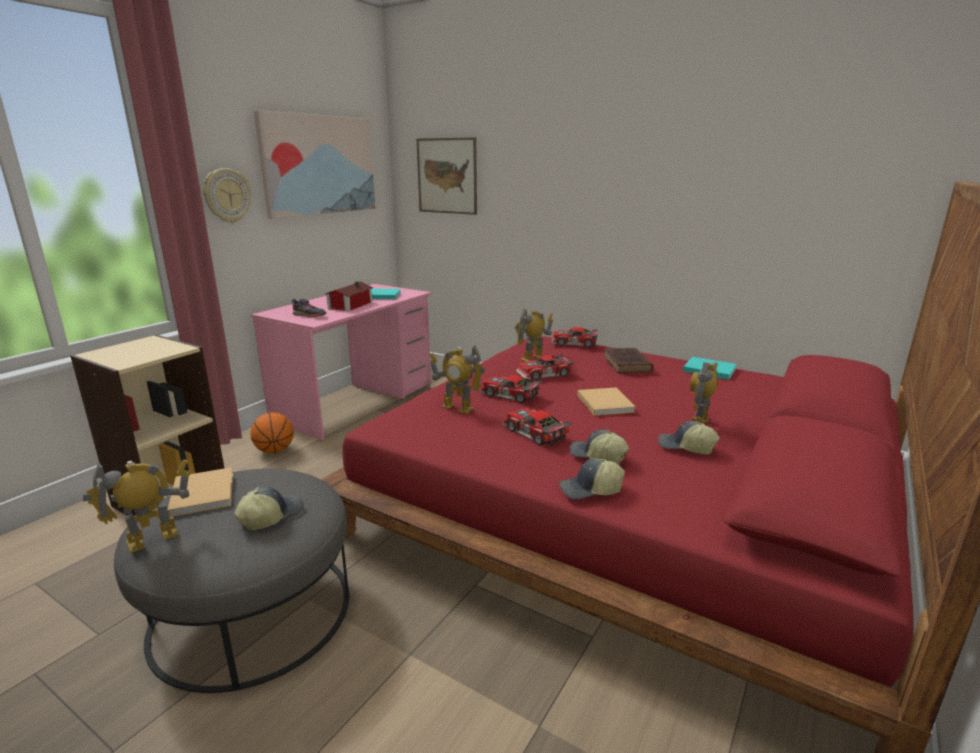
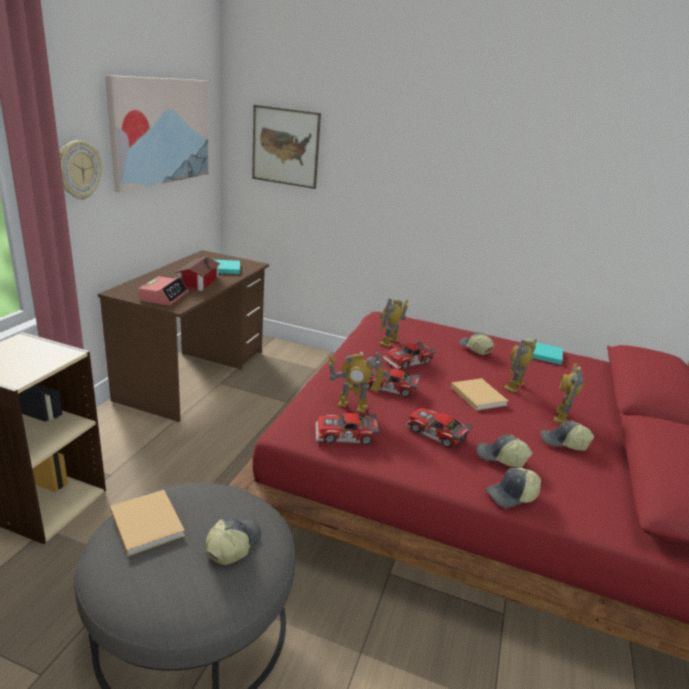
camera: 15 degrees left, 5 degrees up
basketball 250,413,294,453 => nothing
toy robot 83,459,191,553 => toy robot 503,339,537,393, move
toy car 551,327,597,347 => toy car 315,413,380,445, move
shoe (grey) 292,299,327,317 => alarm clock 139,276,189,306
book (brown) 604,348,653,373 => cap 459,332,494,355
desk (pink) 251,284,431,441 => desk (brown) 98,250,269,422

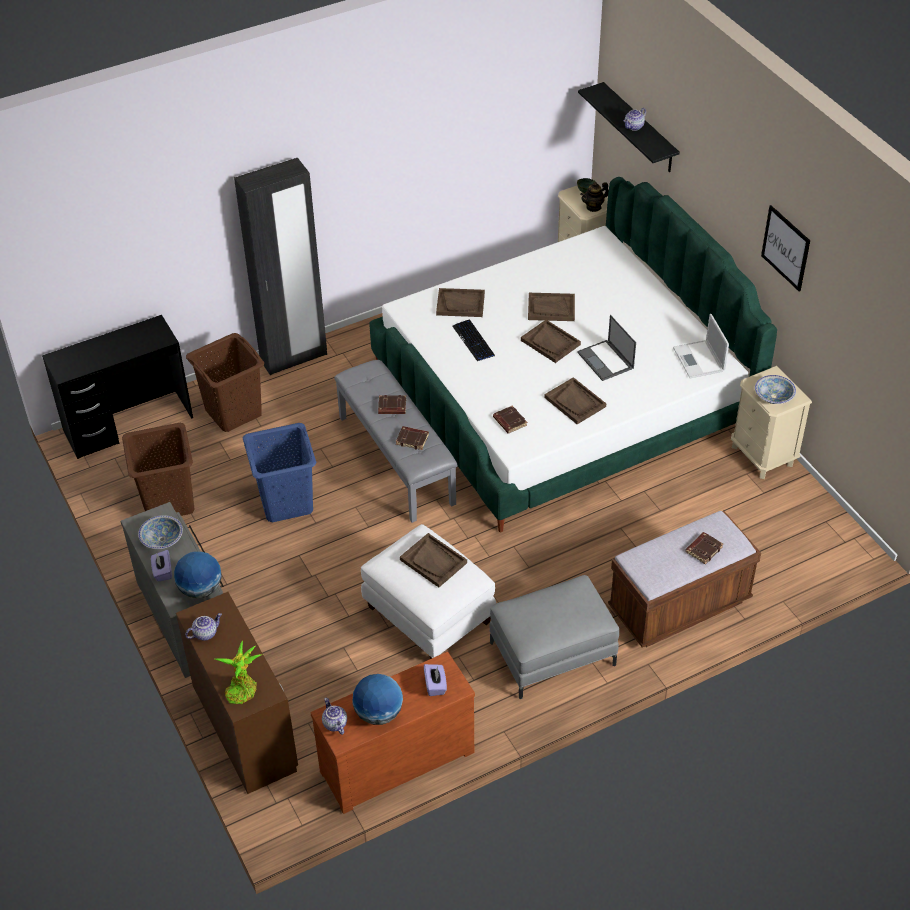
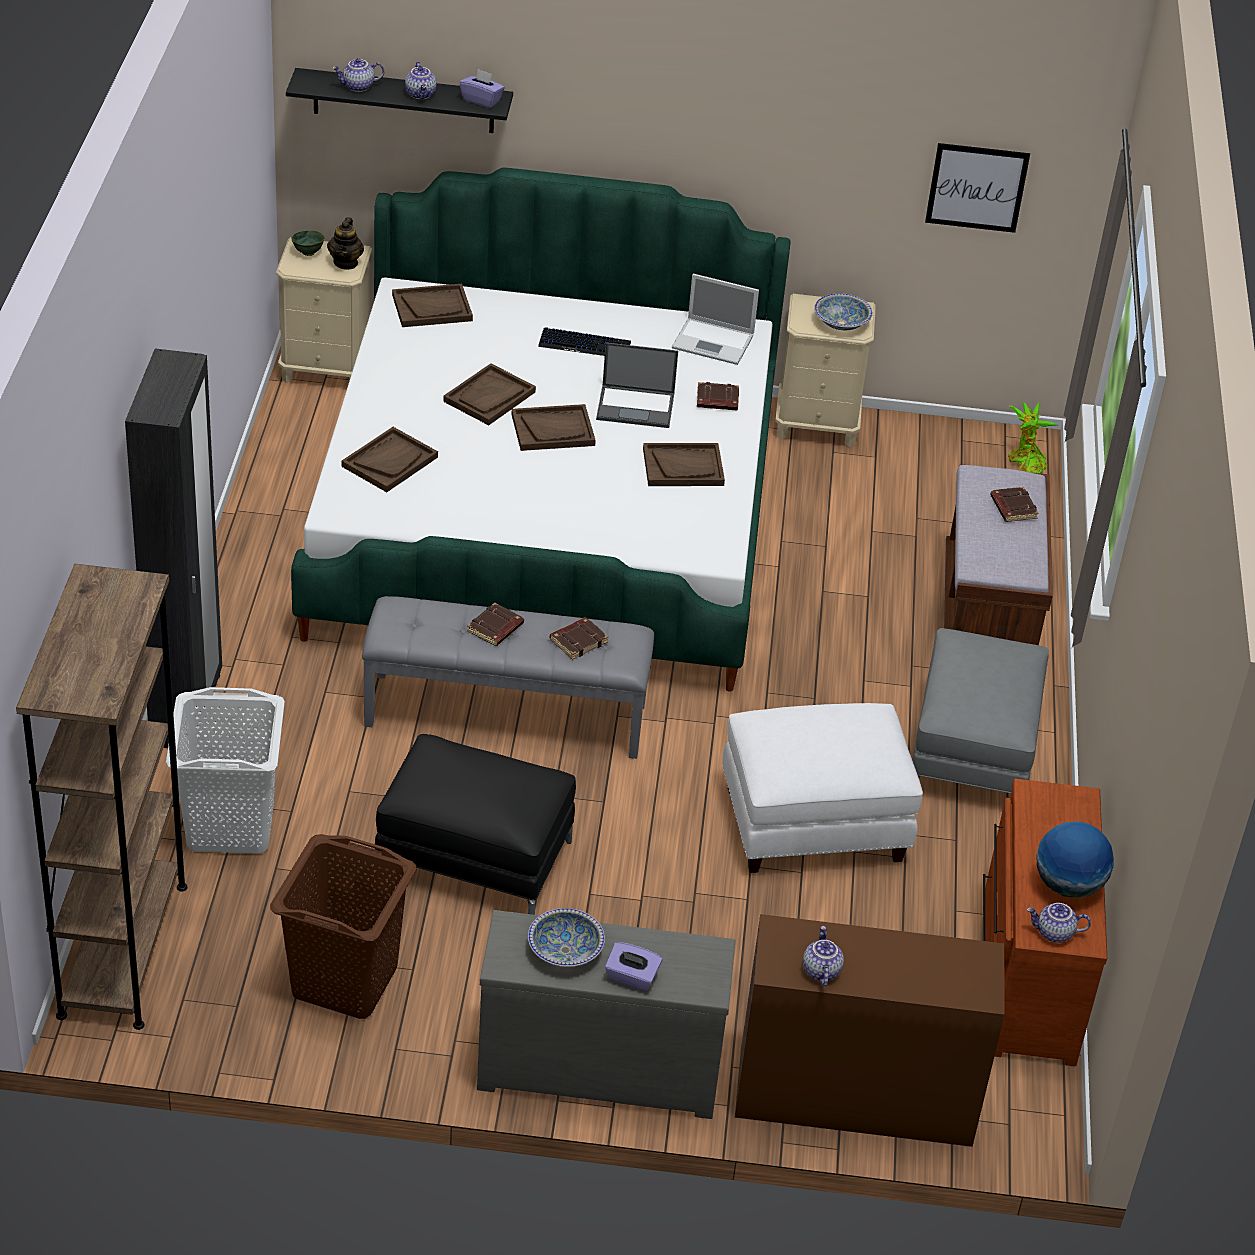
camera: 60 degrees left, 5 degrees down
globe 174,551,222,598 => nothing
nothing => teapot 332,58,384,92
potted plant 215,641,262,704 => potted plant 1008,402,1058,473, move
tray (brown) 400,533,467,587 => tray (brown) 392,284,473,327, move
tissue box (purple) 424,664,447,696 => tissue box (purple) 460,69,505,108, move
keyboard 452,319,495,361 => keyboard 538,327,631,356, move
book (brown) 493,406,527,434 => book (brown) 697,382,739,410, move
picture 761,205,810,292 => picture 925,143,1030,233, move
desk (black) 42,315,193,459 => bookcase (brown) 16,564,187,1030
laundry basket (blue) 243,423,316,523 => ottoman (black) 375,734,576,915
laundry basket (brown) 186,333,264,432 => laundry basket (white) 166,687,285,854

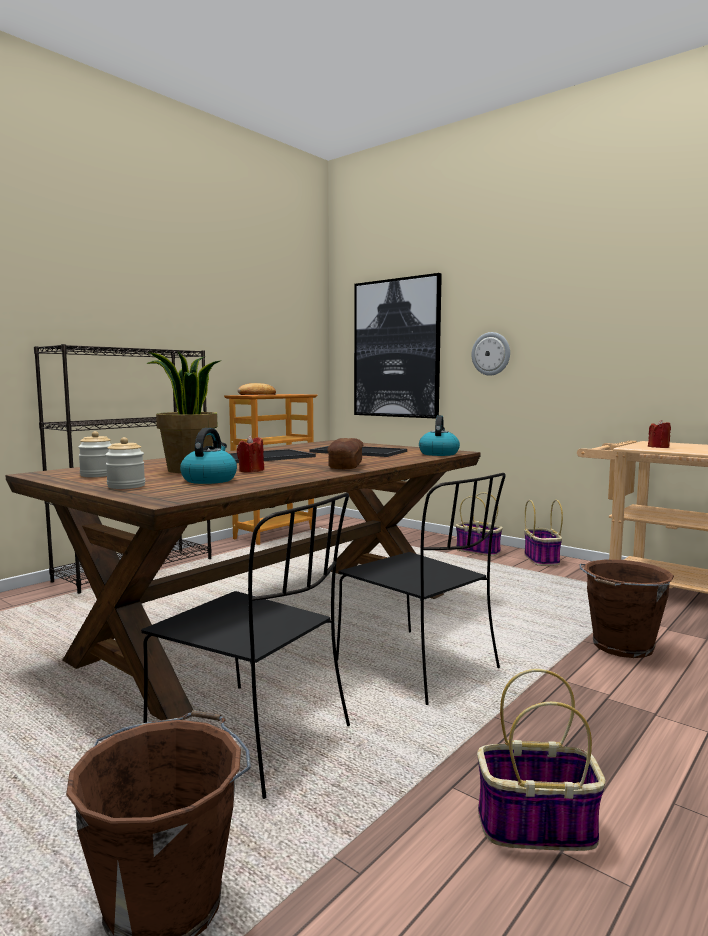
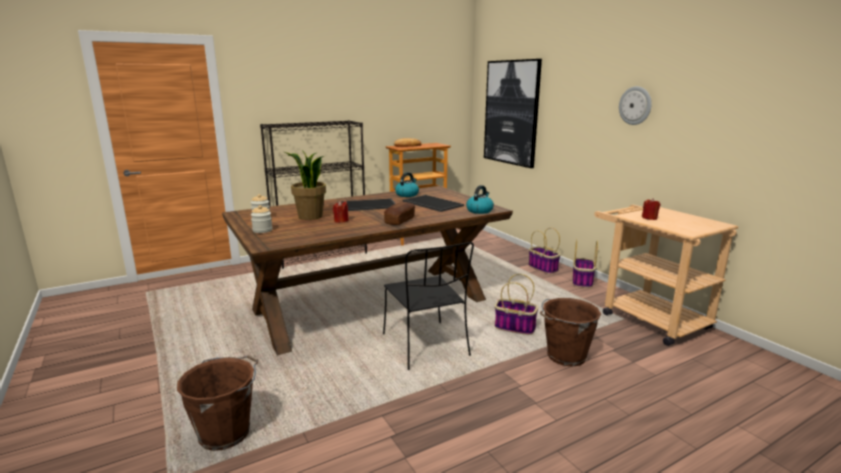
camera: 20 degrees right, 10 degrees up
chair (black) 141,493,350,799 => nothing
kettle 180,428,237,484 => kettle 395,172,419,197, move
wall clock 472,332,510,376 => wall clock 619,86,652,125, move
basket 477,669,606,851 => basket 495,274,538,335, move

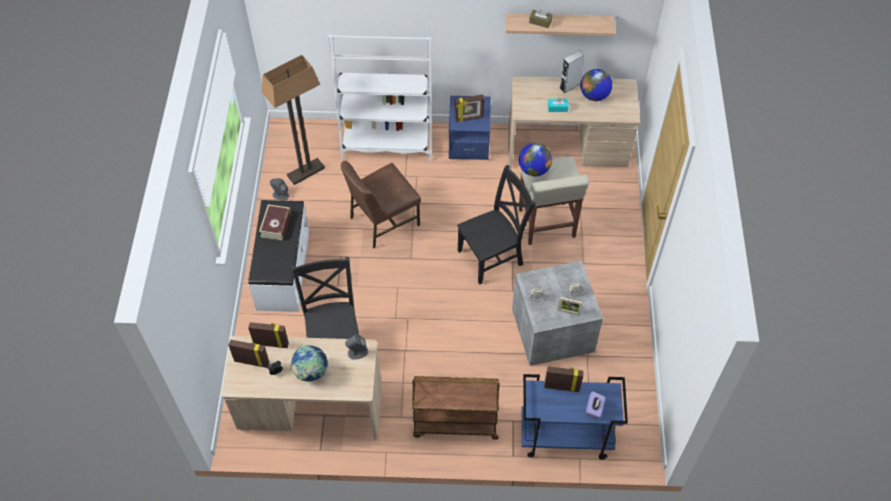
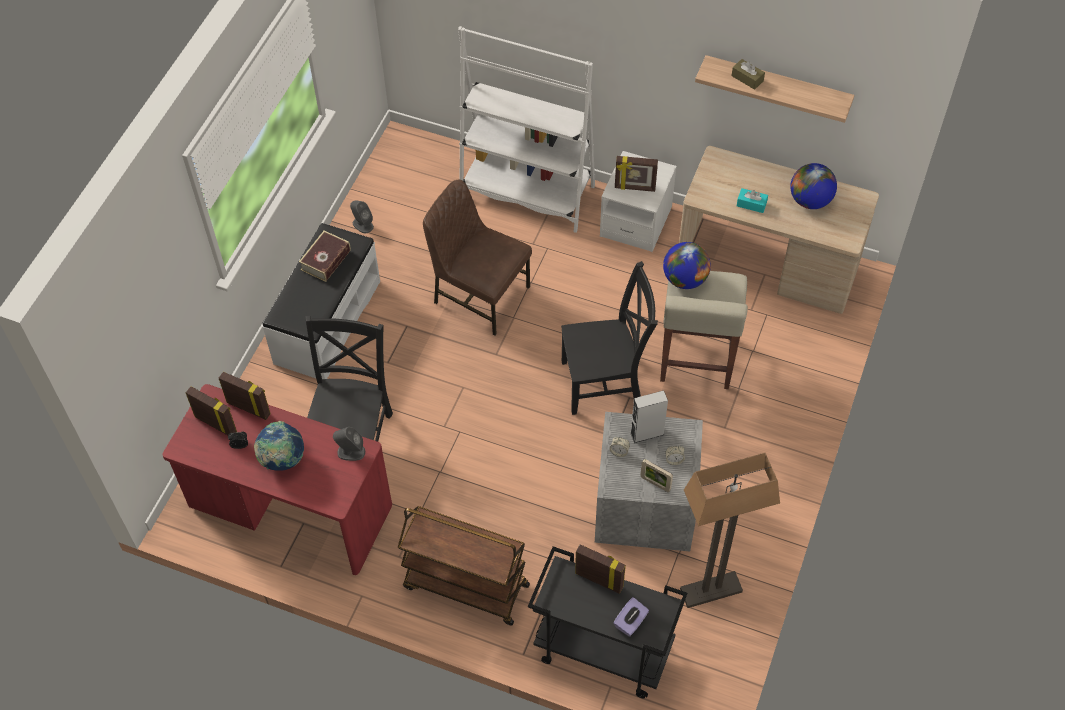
camera: 20 degrees right, 0 degrees up
floor lamp 262,55,325,185 => floor lamp 680,453,780,608, move
speaker (grey) 559,51,584,93 => speaker (grey) 630,390,668,443, move
desk (beige) 221,336,382,440 => desk (red) 162,384,392,575
nightstand (blue) 449,96,491,160 => nightstand (white) 600,151,677,252
cart (blue) 522,374,628,460 => cart (black) 528,546,687,699
chair (brown) 341,161,421,248 => chair (brown) 423,180,532,335, 45 degrees clockwise

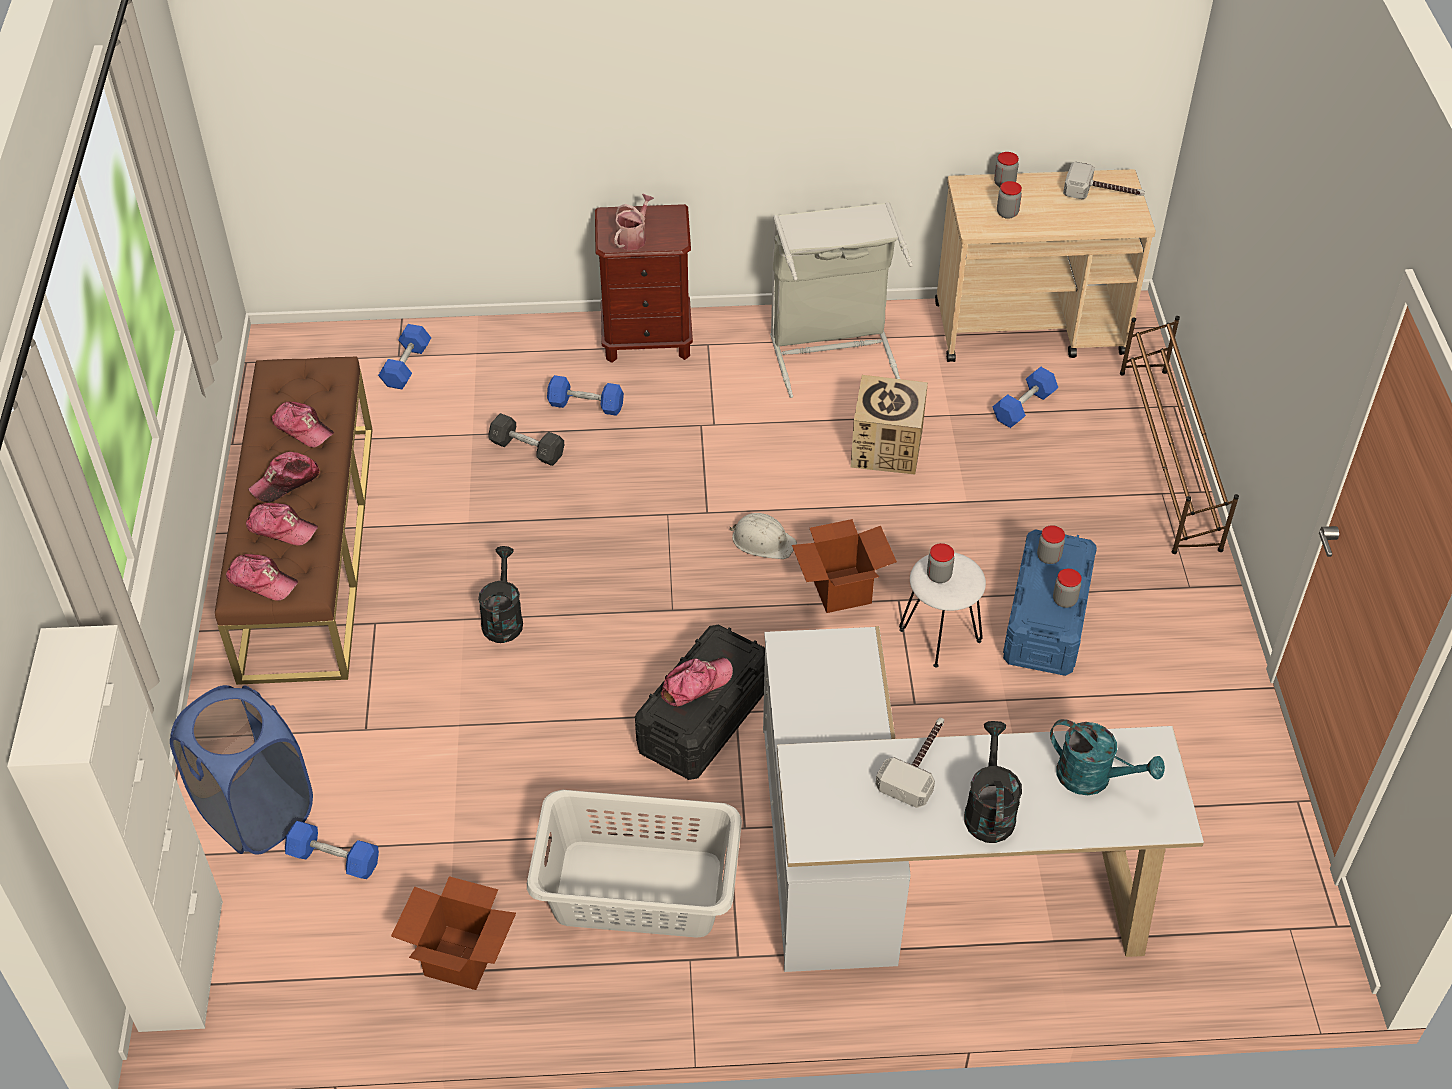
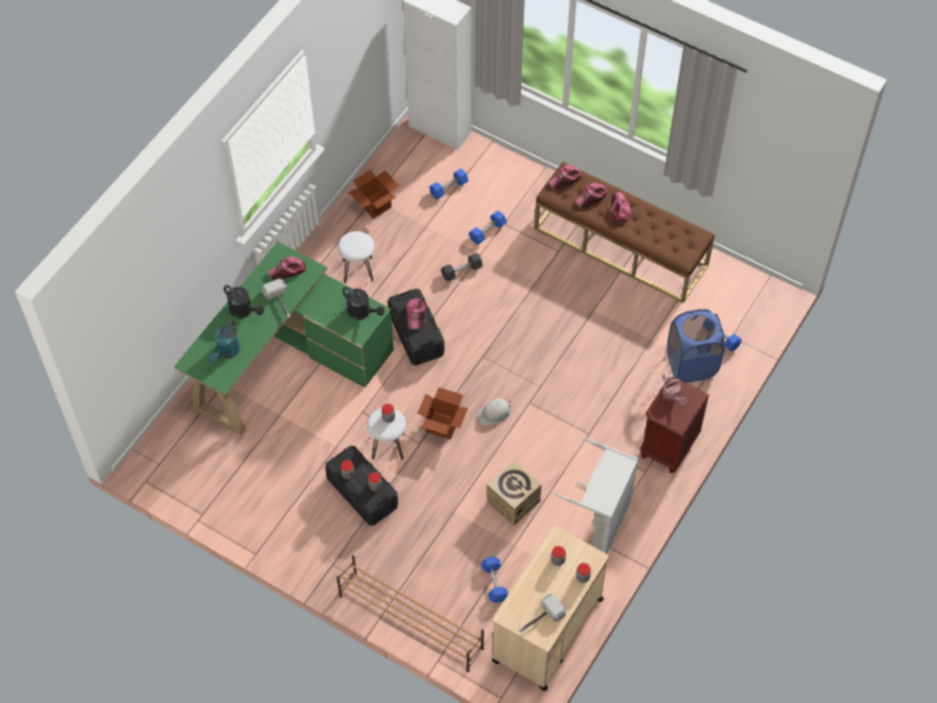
camera: 125 degrees right, 10 degrees up
laundry basket (blue) 170,685,313,855 => laundry basket (blue) 667,309,725,383, move
cap 272,402,334,448 => cap 268,257,306,280, move
watering can (black) 478,546,523,643 => watering can (black) 342,287,385,320, move
dumbbell (grey) 488,413,564,466 => dumbbell (grey) 441,253,483,282, move
dumbbell (blue) 547,375,624,416 => dumbbell (blue) 469,211,507,245, move
laundry basket (grey) 527,790,742,938 => stool (white) 338,231,374,283
desk (white) 763,626,1204,972 => desk (green) 174,241,394,435
storage box (blue) 1003,529,1097,676 => storage box (black) 325,446,398,526
watering can (turquoise) 1050,719,1165,795 => watering can (turquoise) 208,320,240,363, 45 degrees counterclockwise

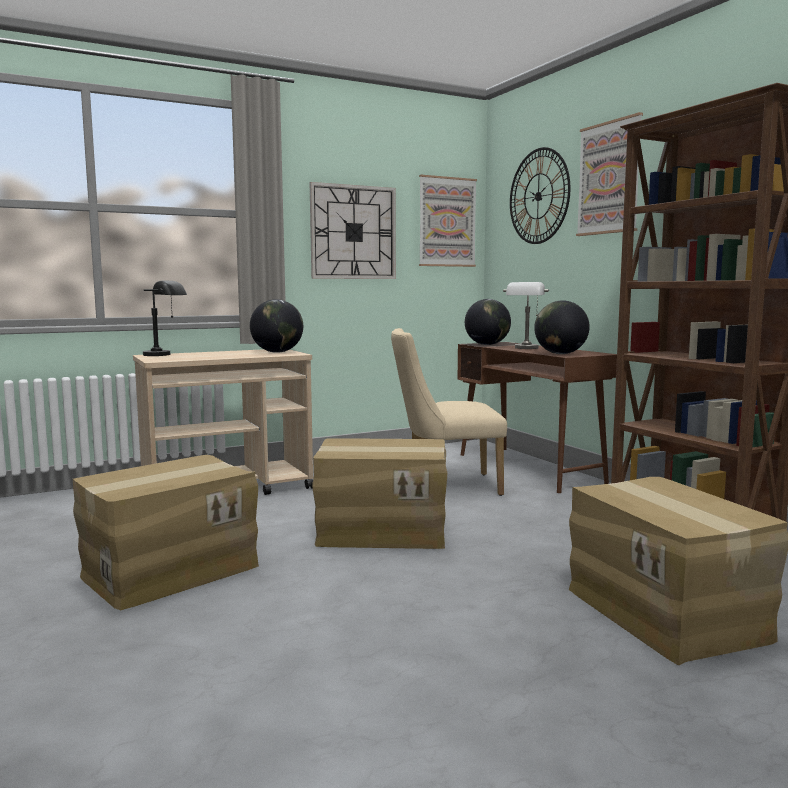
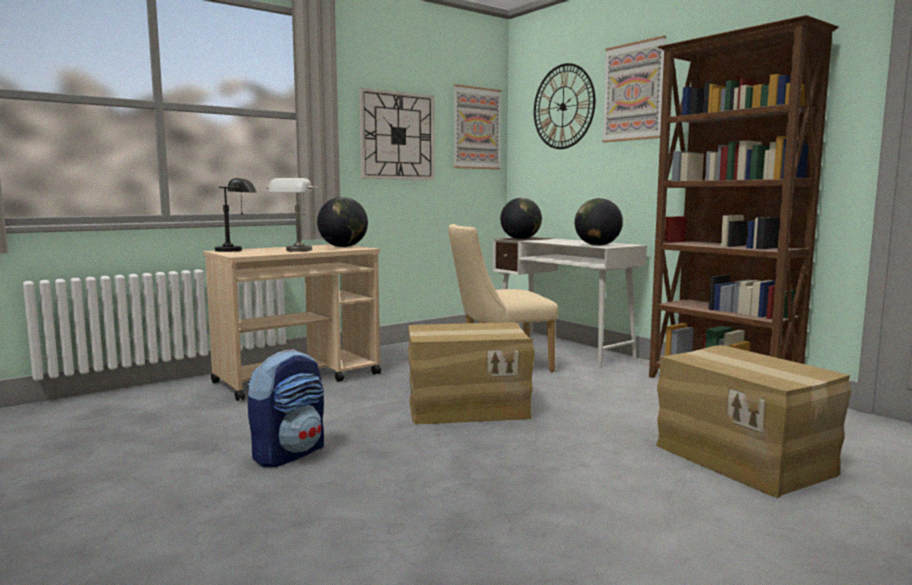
camera: 10 degrees left, 0 degrees up
table lamp (grey) 503,282,549,349 => table lamp (grey) 267,178,318,251, move
cardboard box 73,455,259,610 => backpack 248,349,324,467
desk (brown) 458,342,617,493 => desk (white) 493,237,647,368

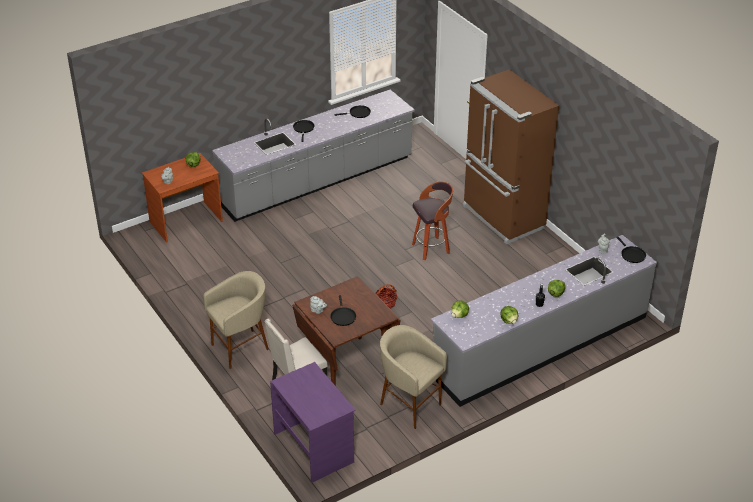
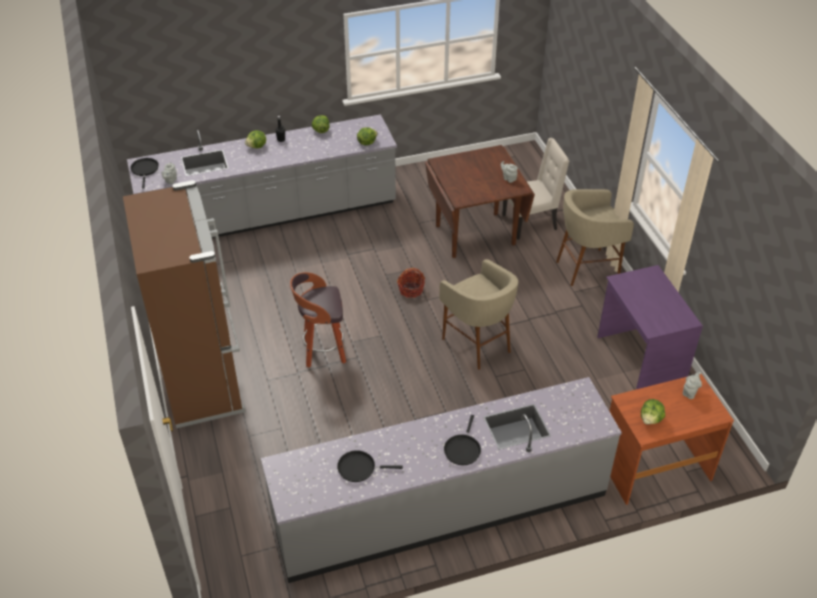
camera: 165 degrees left, 5 degrees up
frying pan (black) 330,295,356,326 => nothing
desk (purple) 270,362,356,483 => desk (purple) 597,265,703,389, move
stool (beige) 380,325,447,429 => stool (beige) 439,259,518,370, move

